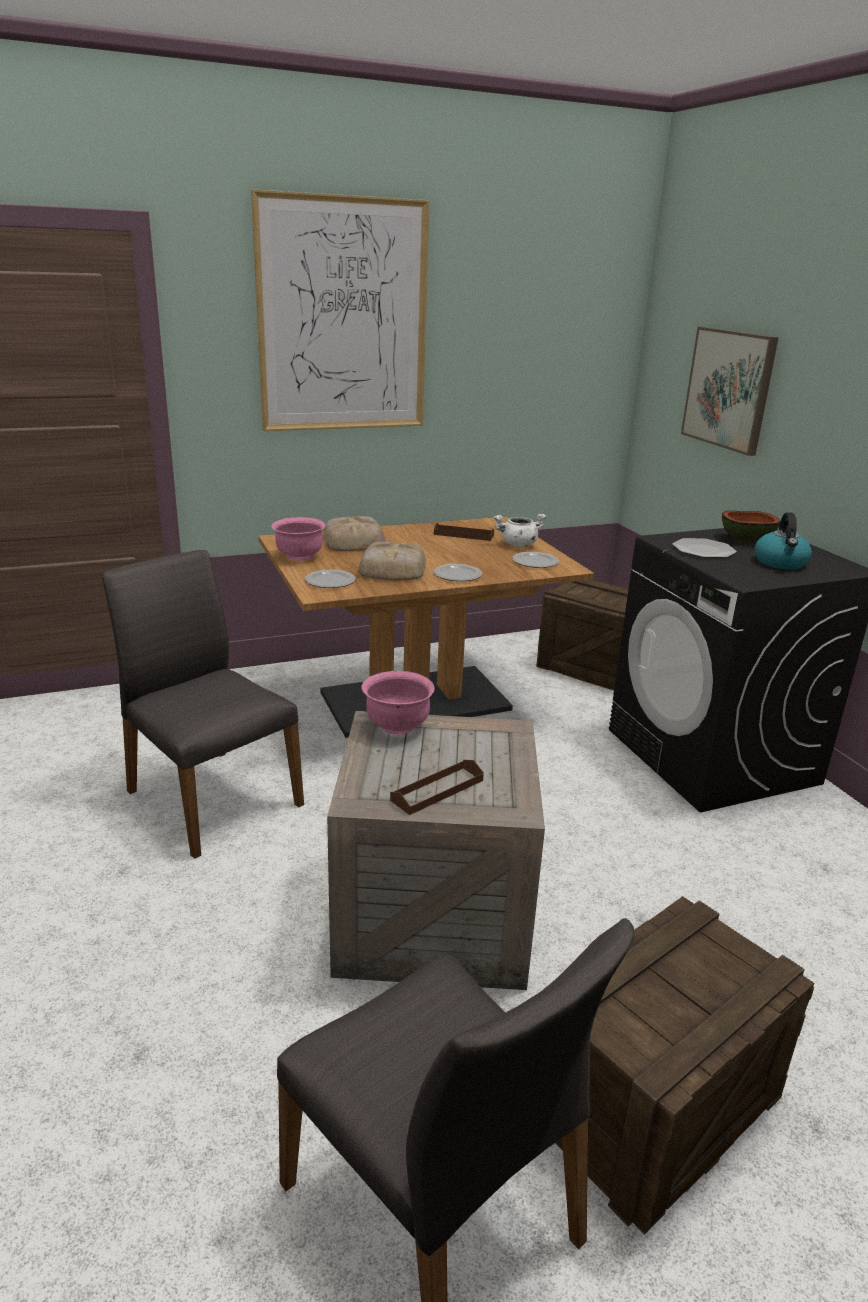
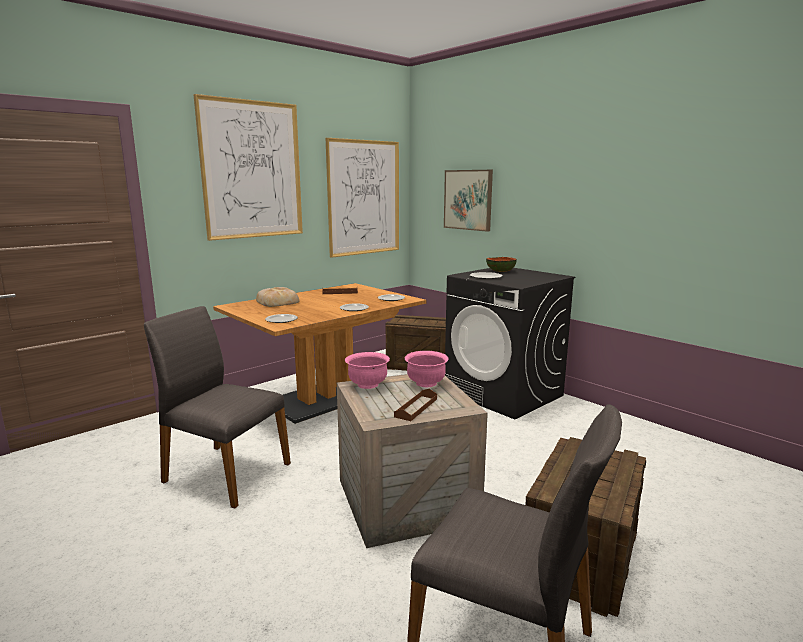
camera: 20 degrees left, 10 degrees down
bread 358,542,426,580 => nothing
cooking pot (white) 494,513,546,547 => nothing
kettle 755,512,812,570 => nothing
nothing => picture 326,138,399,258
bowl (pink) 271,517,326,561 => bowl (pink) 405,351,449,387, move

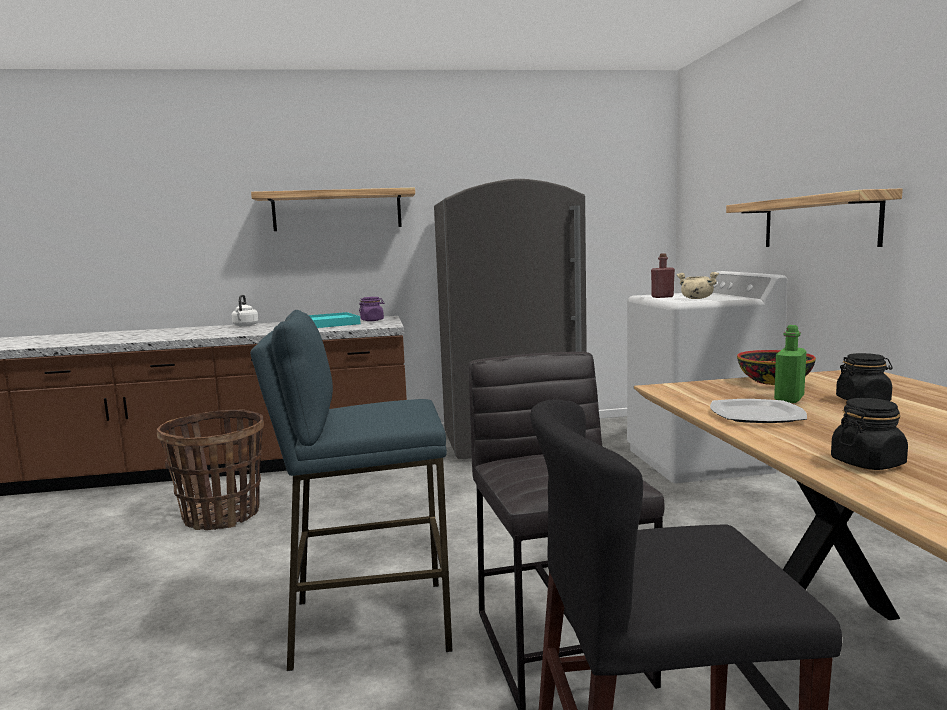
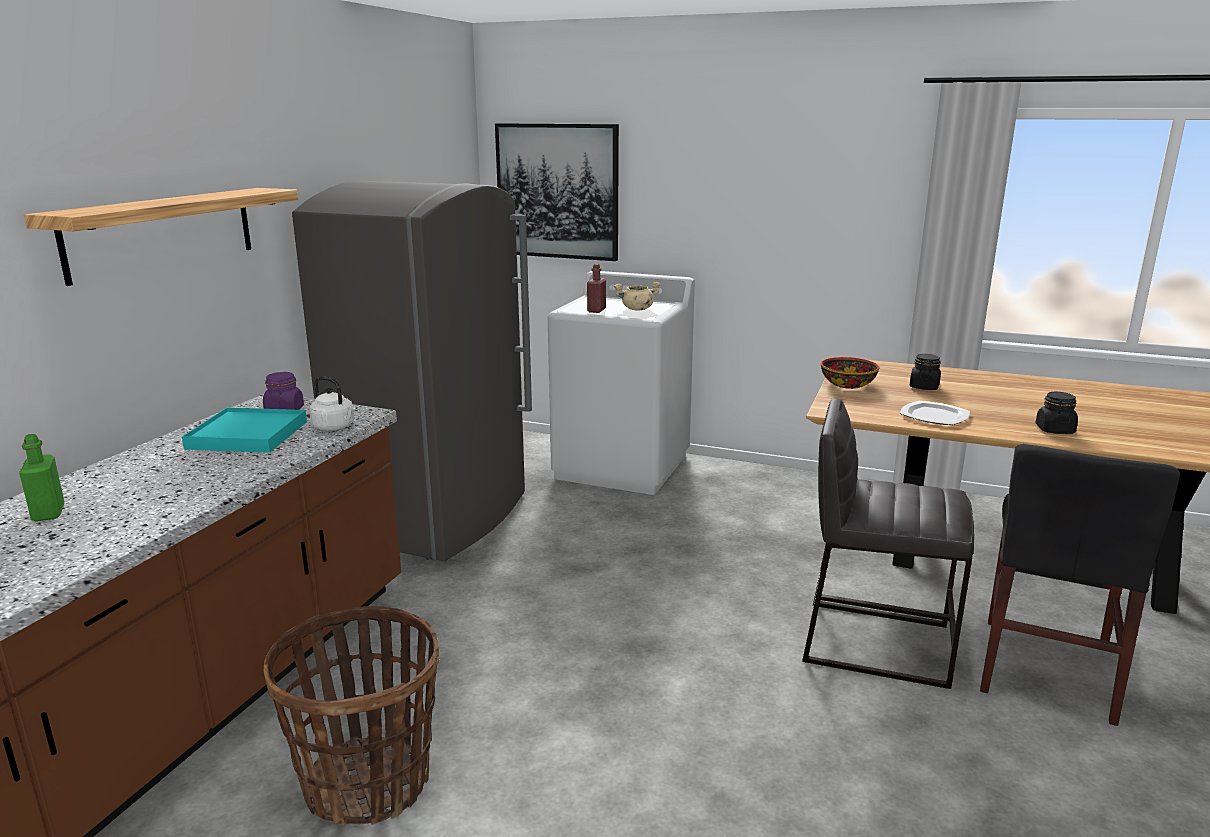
camera: 60 degrees left, 10 degrees up
stool (blue) 250,310,452,671 => nothing
shelf 726,188,903,247 => nothing
nothing => picture 495,123,619,261
kettle (white) 232,295,259,327 => kettle (white) 309,376,356,430, move
bottle (green) 774,325,806,403 => bottle (green) 19,434,65,521, move

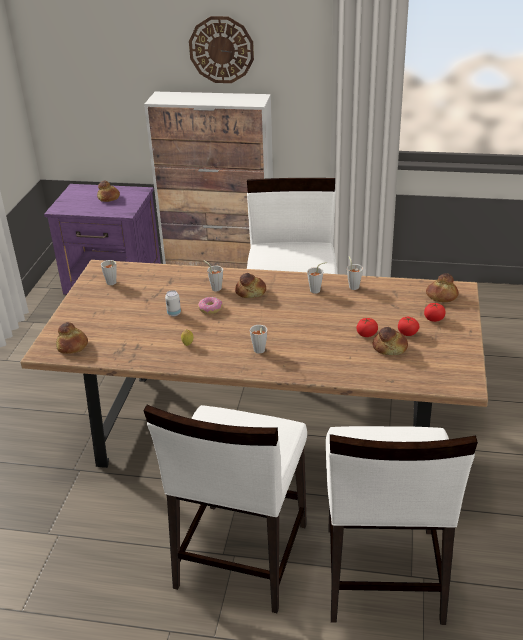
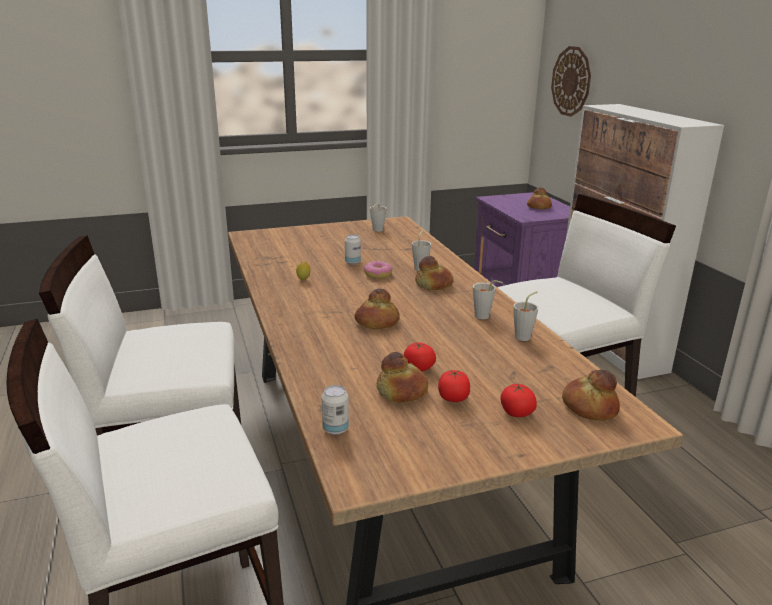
camera: 60 degrees right, 10 degrees down
cup (grey) 250,325,268,354 => nothing
nothing => can 322,385,349,435
bread 56,322,88,354 => bread 355,289,400,329, move
wall clock 189,16,254,83 => wall clock 551,46,591,117, move

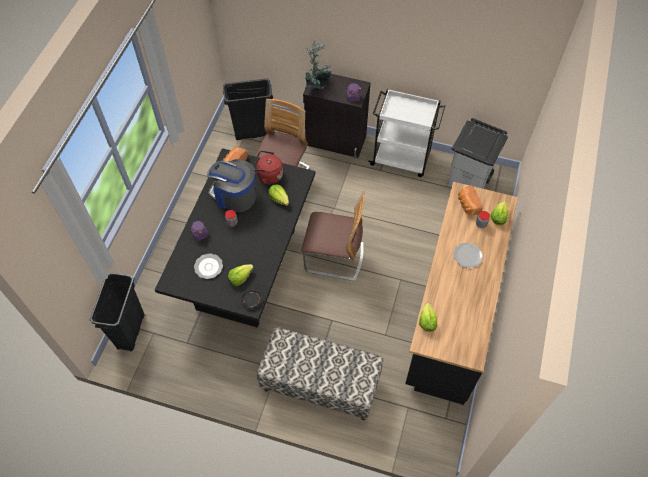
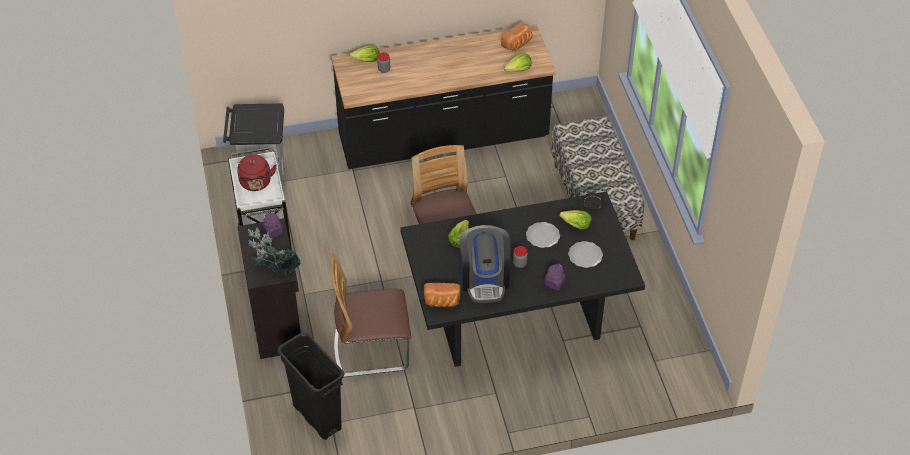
camera: 120 degrees left, 10 degrees down
trash can (black) 90,272,145,351 => nothing
kettle (red) 253,150,283,184 => kettle (red) 237,154,277,191, move
plate 453,243,483,268 => plate 526,222,560,248, move
bread 458,185,483,215 => bread 501,22,532,51, move

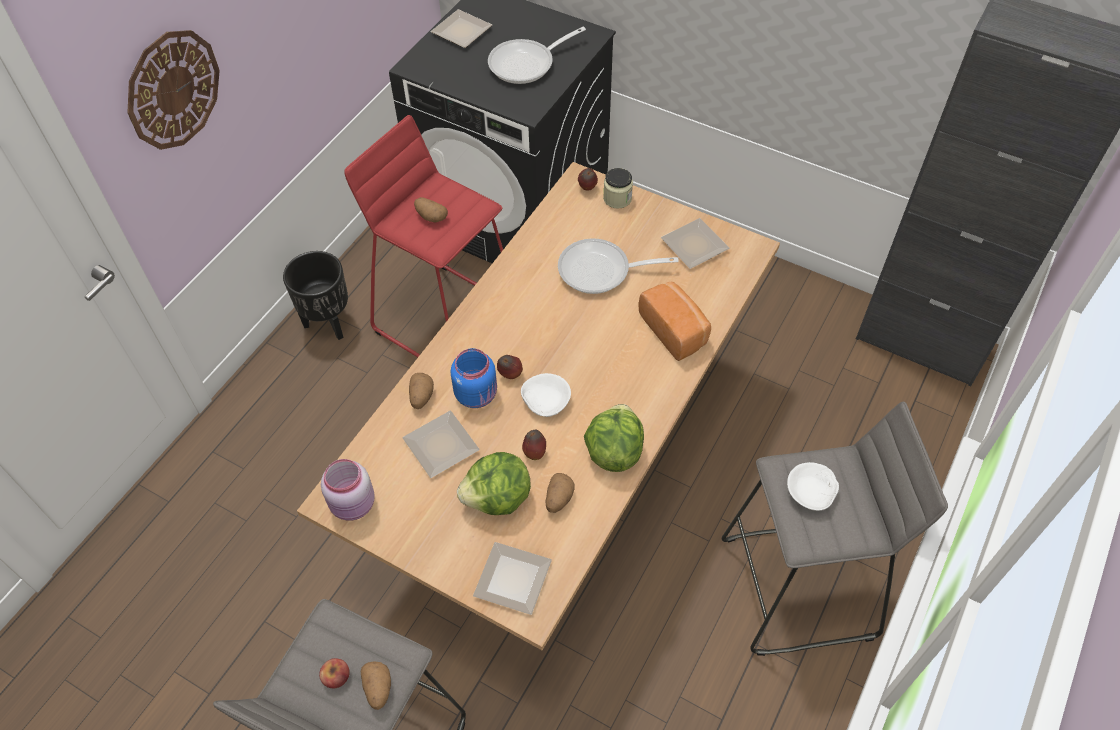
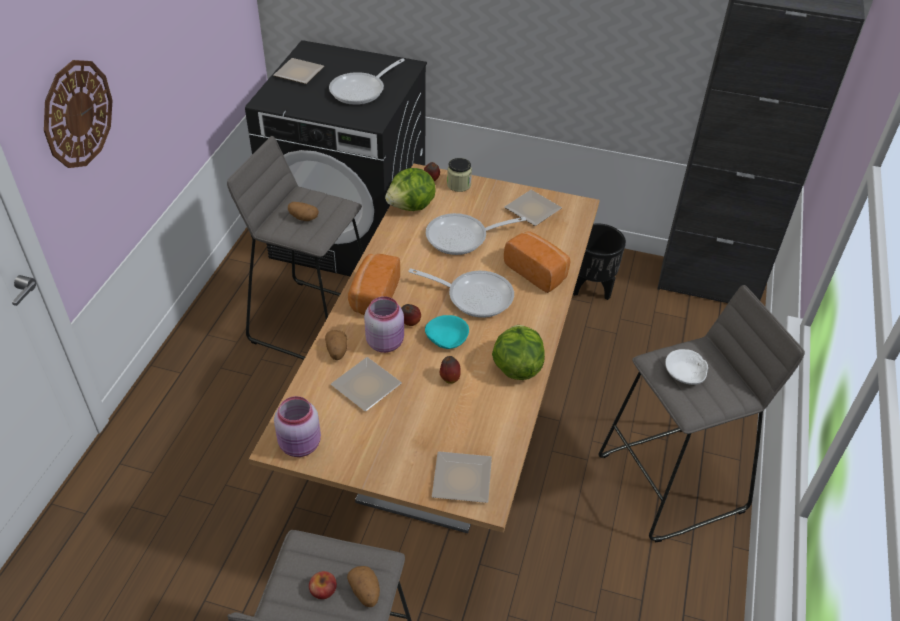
camera: 15 degrees left, 10 degrees down
potato 546,473,575,513 => nothing
nothing => bread 348,254,400,315
nothing => frying pan 408,268,514,318
planter (black) 283,251,348,340 => planter (black) 573,223,626,300, move
lettuce 457,452,531,515 => lettuce 385,168,436,211, move
stool (red) 344,115,503,357 => stool (grey) 227,136,363,360
jar (blue) 450,348,497,408 => jar (pink) 364,296,404,353
bowl (white) 521,373,571,417 => bowl (turquoise) 425,315,469,349

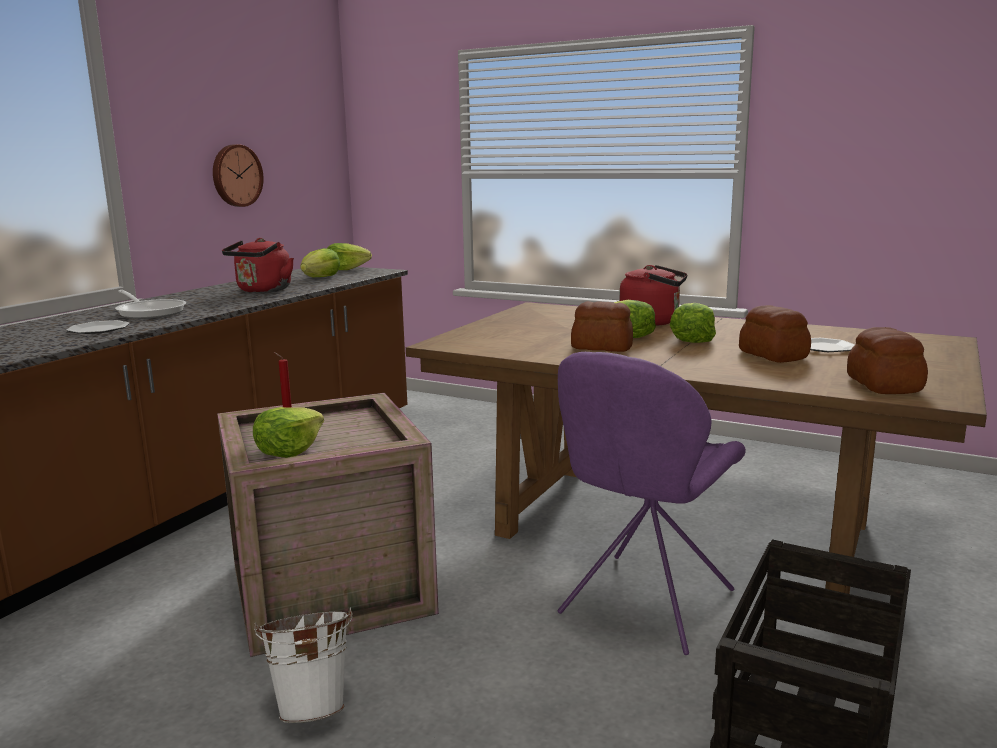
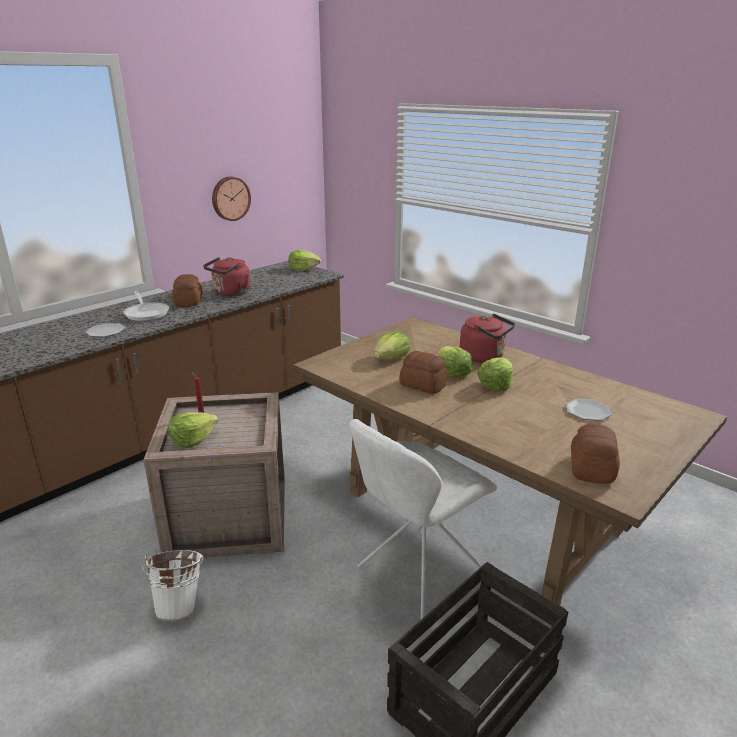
camera: 15 degrees right, 10 degrees up
lettuce 300,248,340,278 => lettuce 374,332,410,360, move
bread 739,305,811,363 => bread 172,274,202,307, move
chair (purple) 558,352,746,655 => chair (white) 349,419,497,619

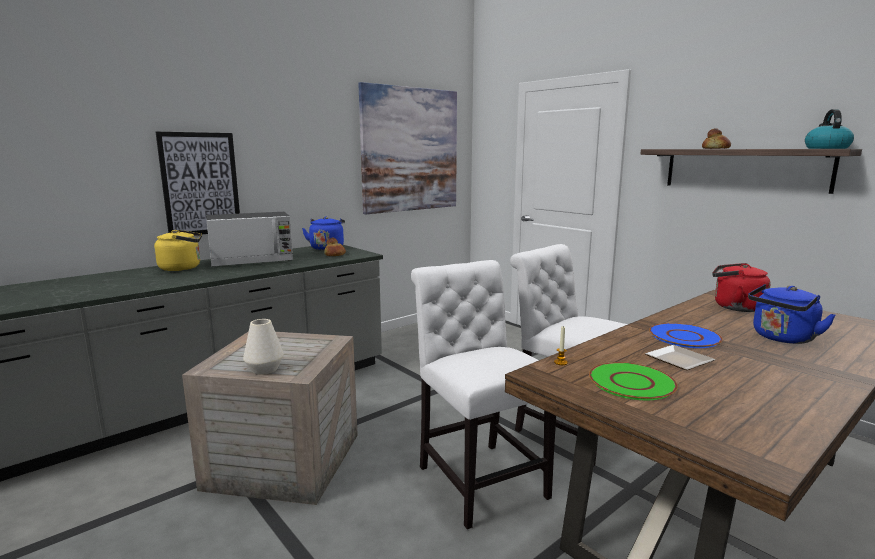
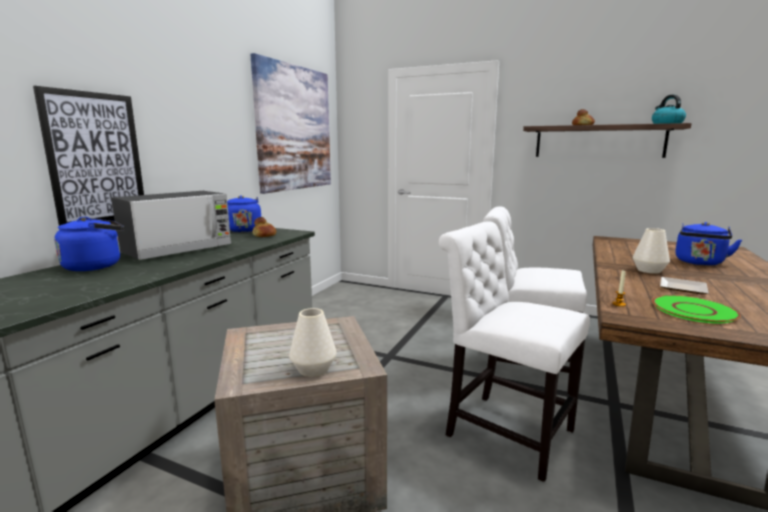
camera: 25 degrees left, 0 degrees up
kettle (red) 712,263,771,312 => nothing
plate (blue) 649,323,723,348 => vase (white) 633,228,670,274
kettle (yellow) 154,230,202,271 => kettle (blue) 54,217,124,271

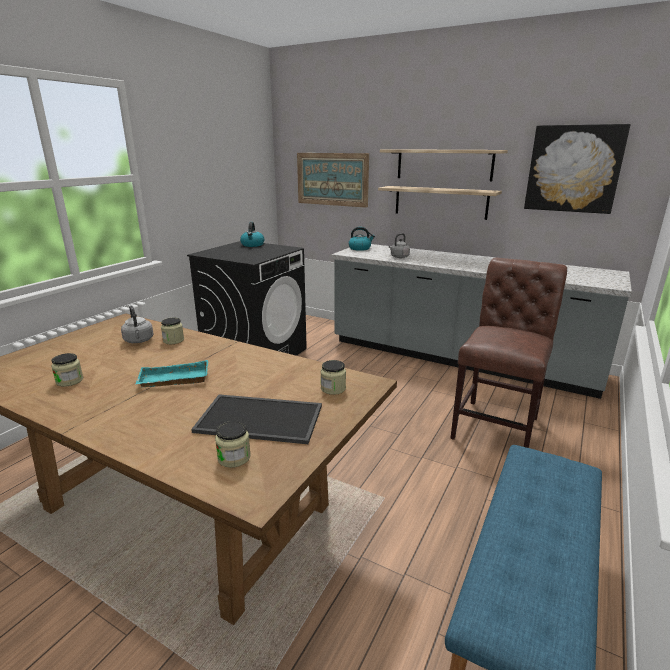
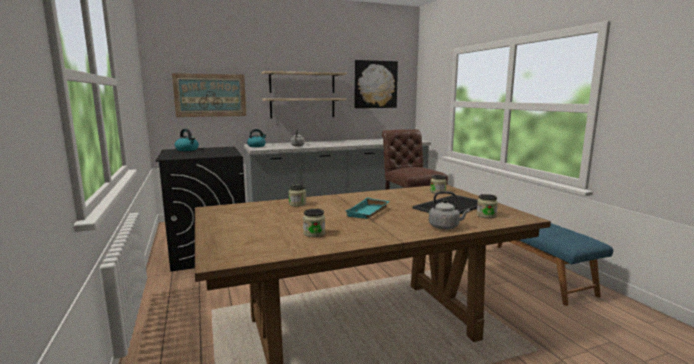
camera: 50 degrees left, 10 degrees down
kettle (grey) 121,305,153,343 => kettle (grey) 429,191,470,229, move

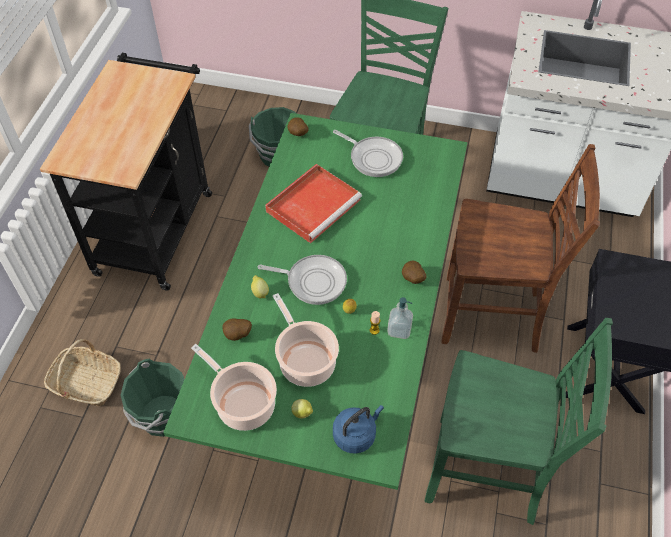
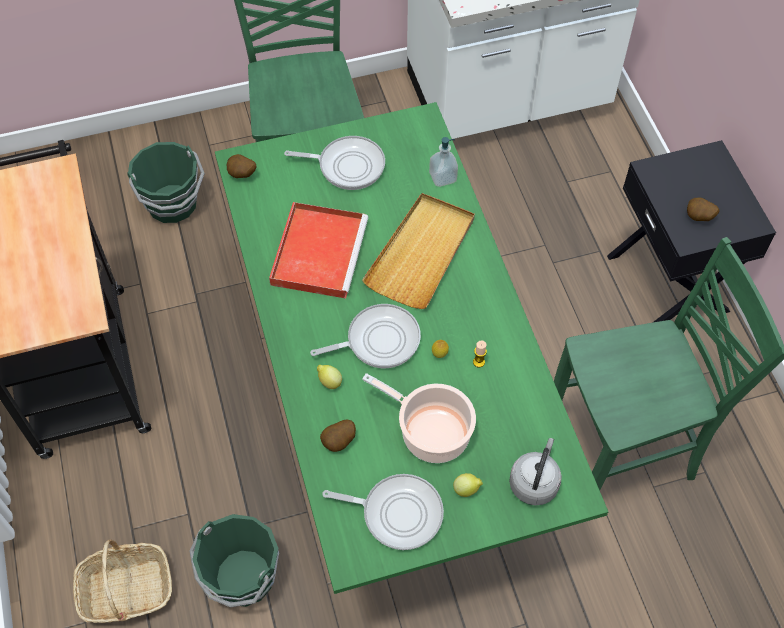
camera: 30 degrees left, 5 degrees up
chair (brown) 441,144,600,353 => nothing
nothing => tray (beige) 362,193,475,309
soap dispenser 387,297,413,339 => soap dispenser 429,137,458,187, move
potato 402,261,427,284 => potato 687,197,719,221, move
cooking pot 191,344,277,431 => frying pan 322,474,444,550
kettle (blue) 333,405,384,454 => kettle (grey) 509,438,562,505

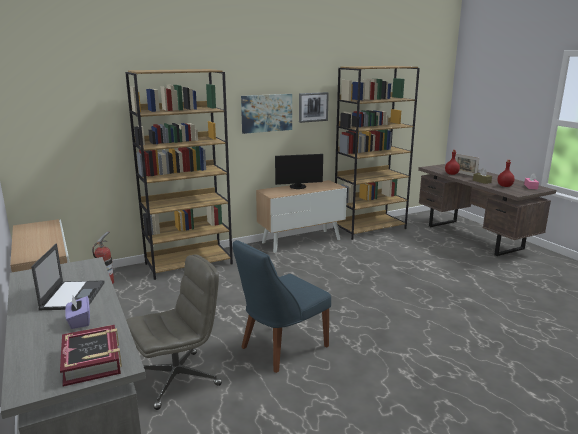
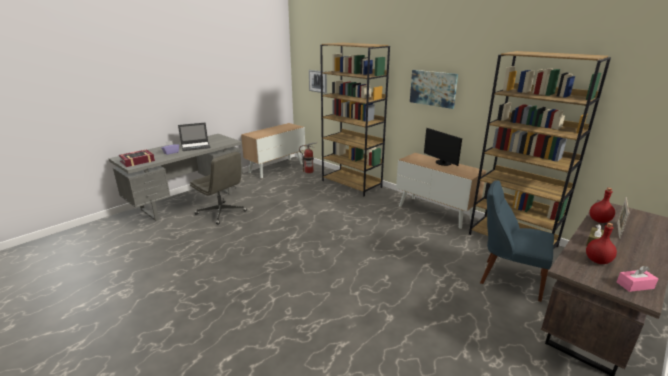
camera: 70 degrees right, 5 degrees up
chair (blue) 233,240,331,373 => chair (blue) 480,180,554,302, move
picture 299,92,329,123 => picture 309,70,327,94, move

